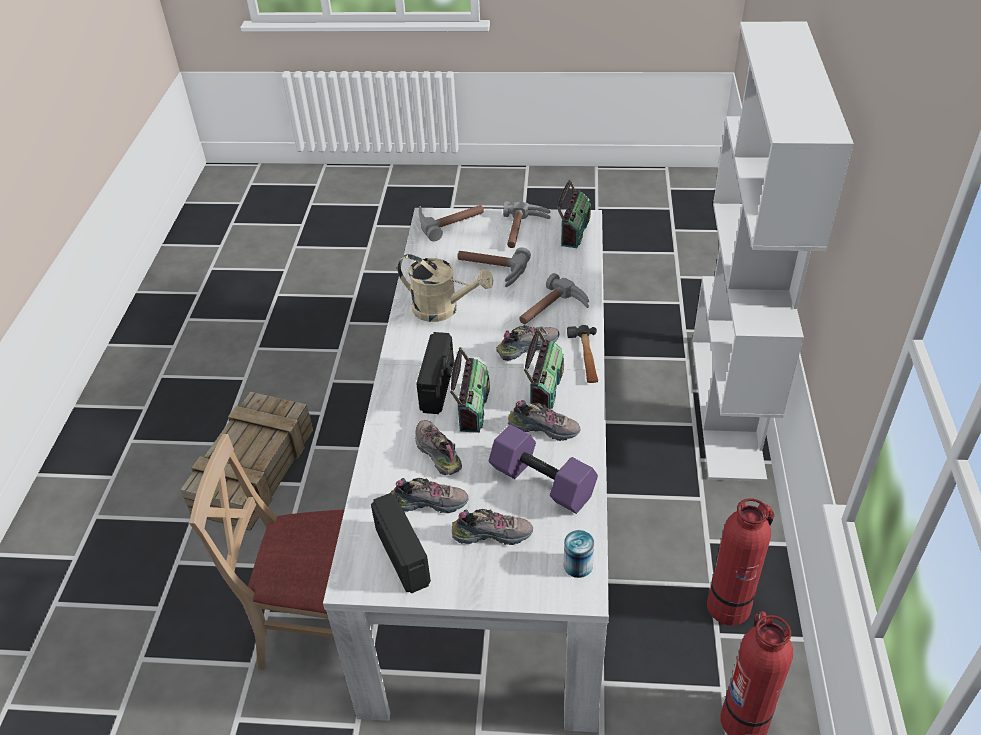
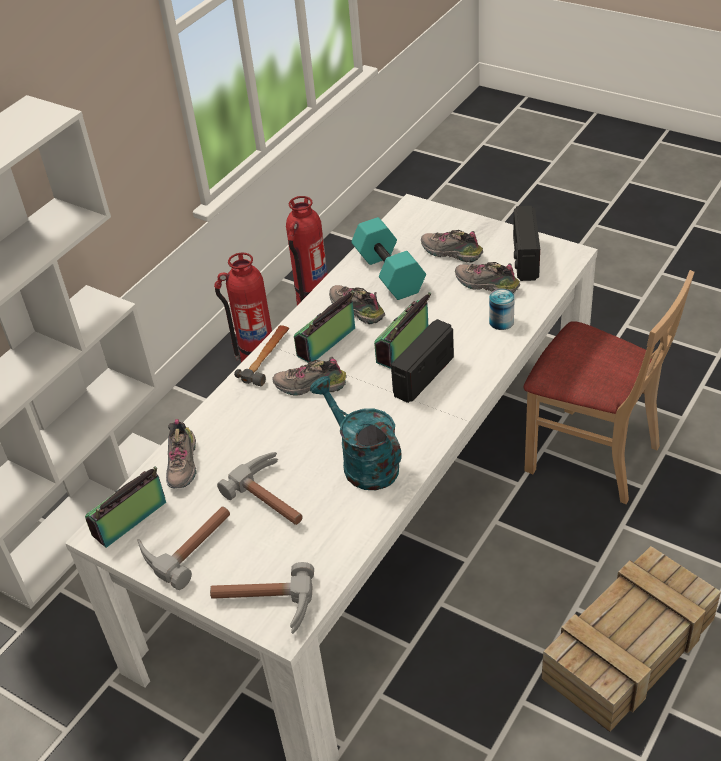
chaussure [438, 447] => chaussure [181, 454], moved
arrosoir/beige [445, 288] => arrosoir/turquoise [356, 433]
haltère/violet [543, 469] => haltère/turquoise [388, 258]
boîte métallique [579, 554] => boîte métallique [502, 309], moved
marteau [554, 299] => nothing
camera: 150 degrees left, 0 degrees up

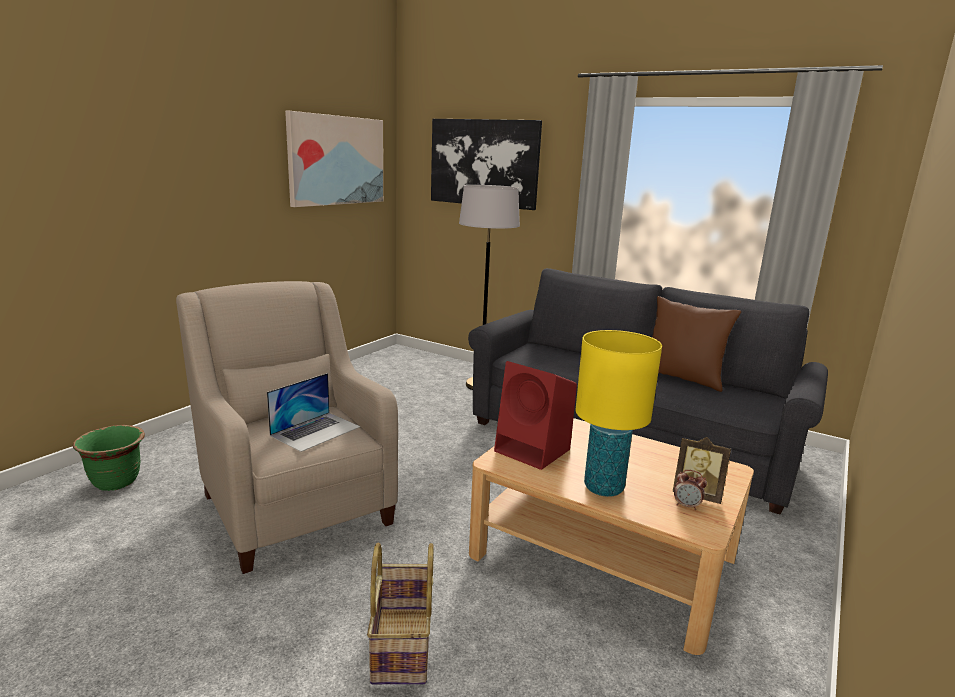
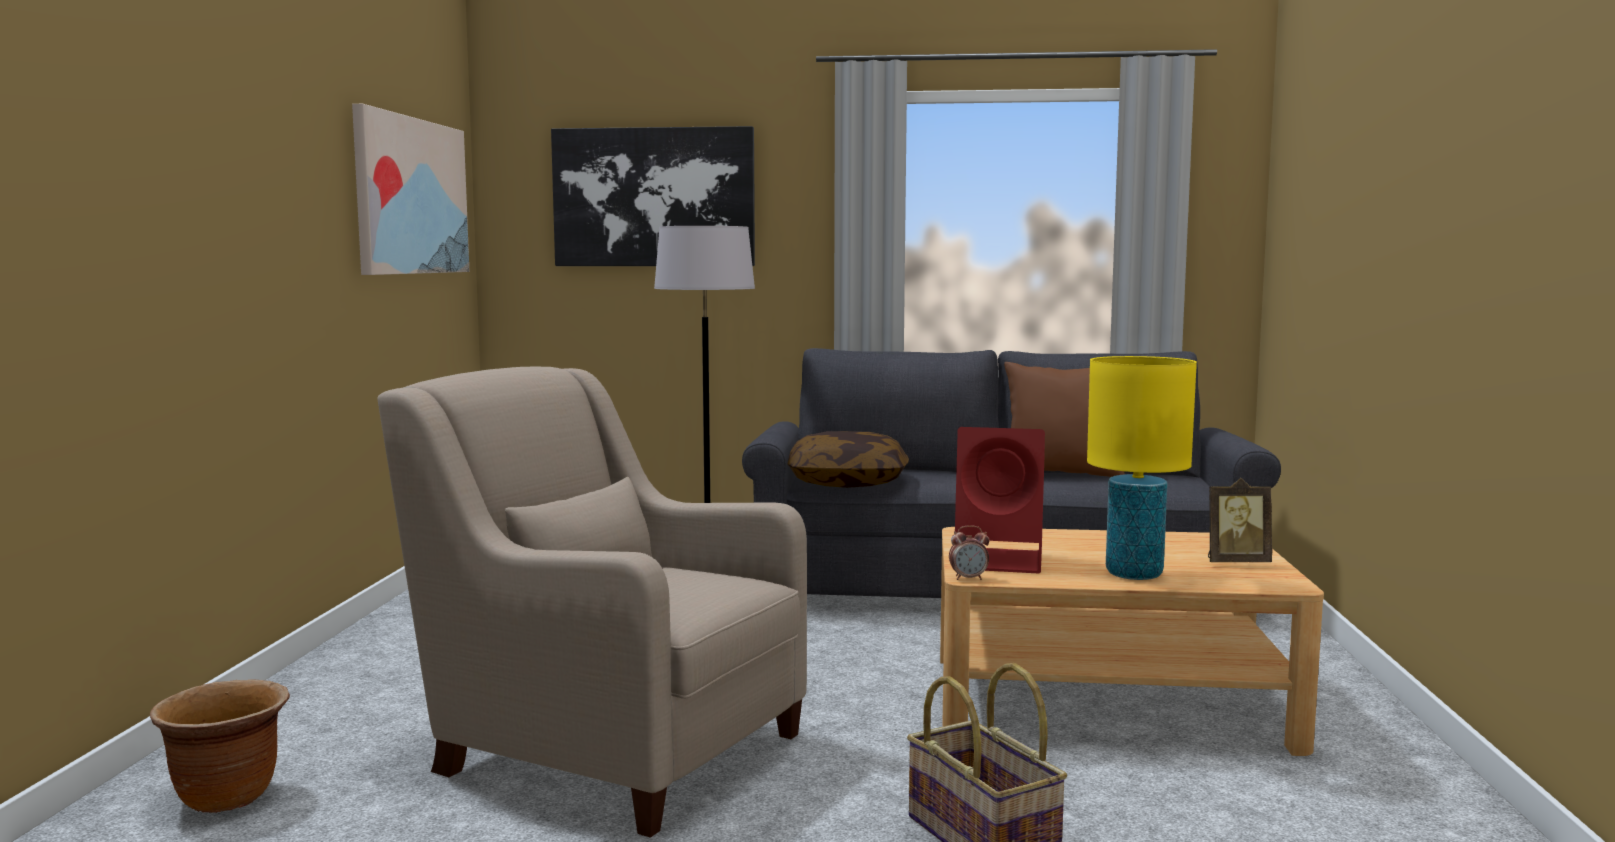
cache-pot/vert [109, 458] => cache-pot/marron [220, 746]
nothing => coussin [848, 459]
réveil [690, 490] => réveil [969, 552], moved
ordinateur portable [313, 412] => nothing
camera: 25 degrees left, 10 degrees down

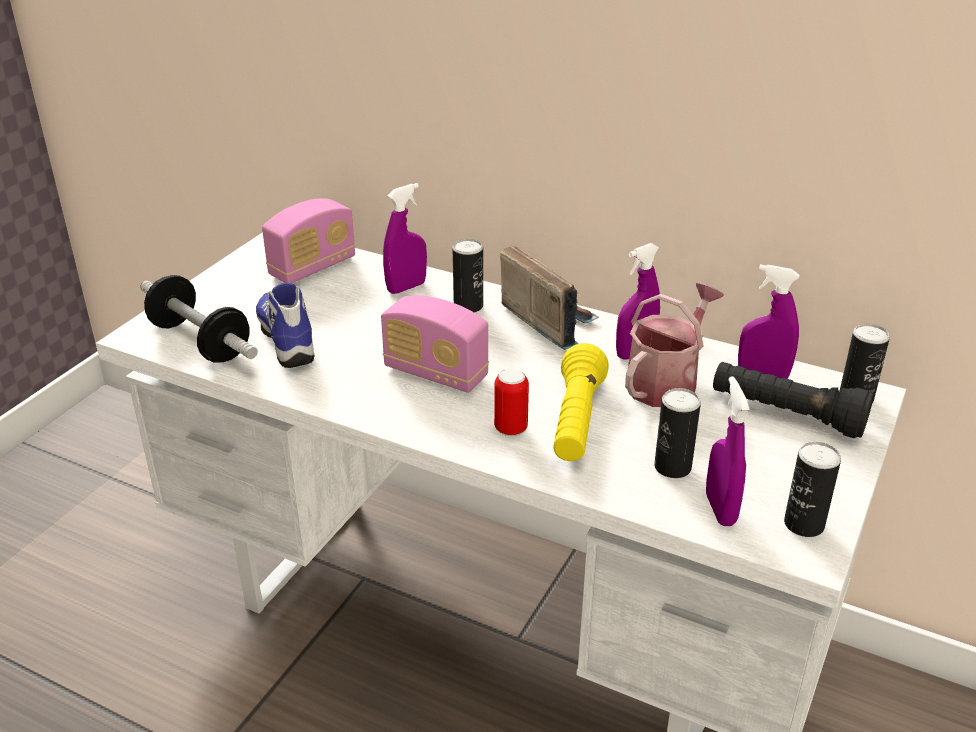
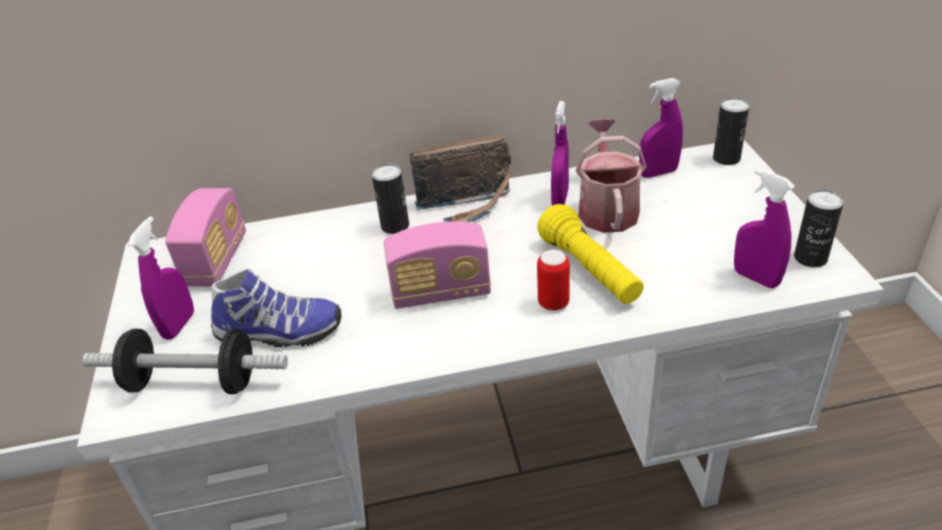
vaporisateur/violet [405, 238] => vaporisateur/violet [160, 278], moved
chaussure [285, 325] => chaussure [276, 308], 150 degrees clockwise
radio [549, 297] => radio [461, 178], 150 degrees clockwise
boîte métallique [677, 433] => nothing
lampe de poche/noir [793, 400] => nothing
camera: 35 degrees left, 5 degrees up

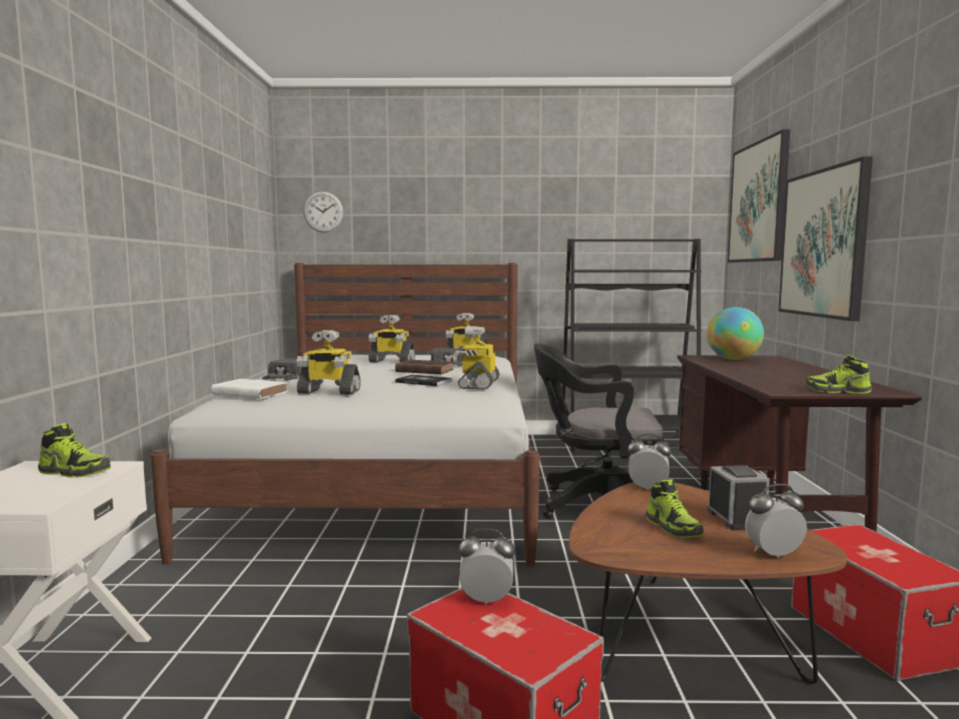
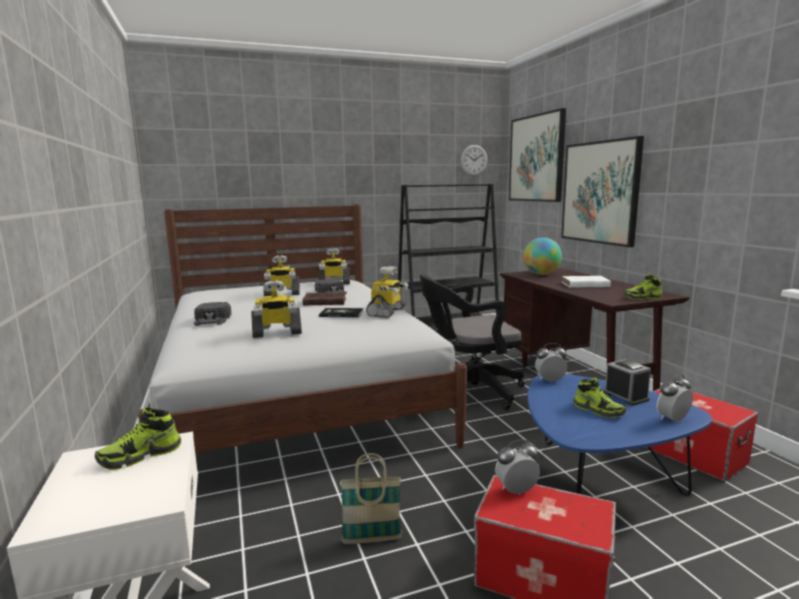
chaussure [74, 450] => chaussure [138, 438], 150 degrees clockwise
nothing => panier [371, 498]
robot jouet [476, 358] => robot jouet [387, 292], 150 degrees counterclockwise
horloge murale [323, 211] => horloge murale [474, 160], moved
table basse/marron [708, 583] => table basse/bleu [620, 434]
livre/blanc [249, 389] => livre/blanc [586, 281], moved
camera: 20 degrees left, 5 degrees up

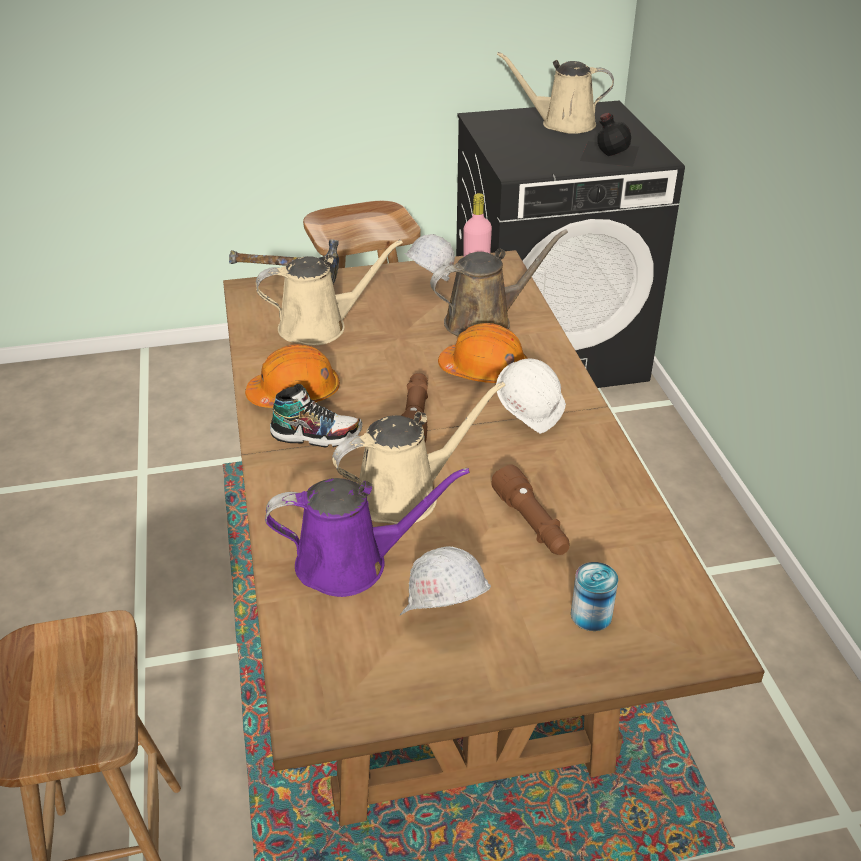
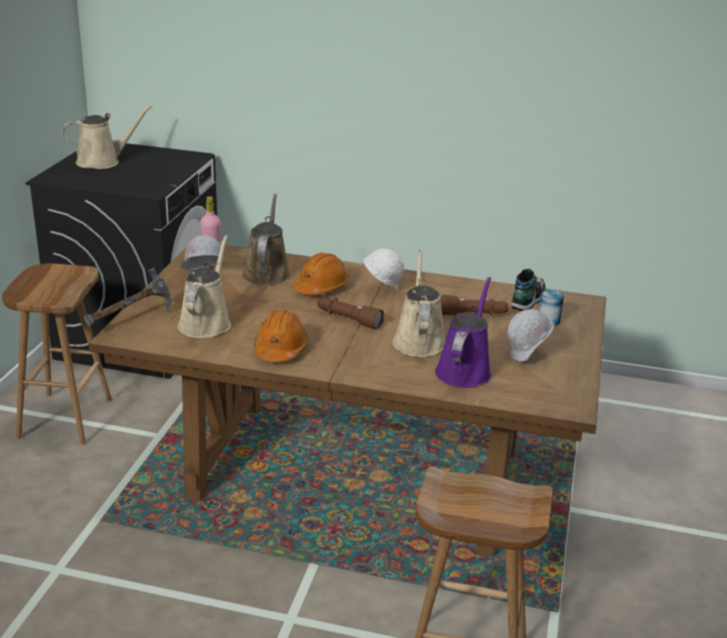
arrosoir/beige [555, 93] => arrosoir/beige [107, 137], 150 degrees counterclockwise
chaussure [316, 416] => chaussure [528, 290], moved
bouteille/noir [609, 140] => nothing
camera: 65 degrees left, 10 degrees down

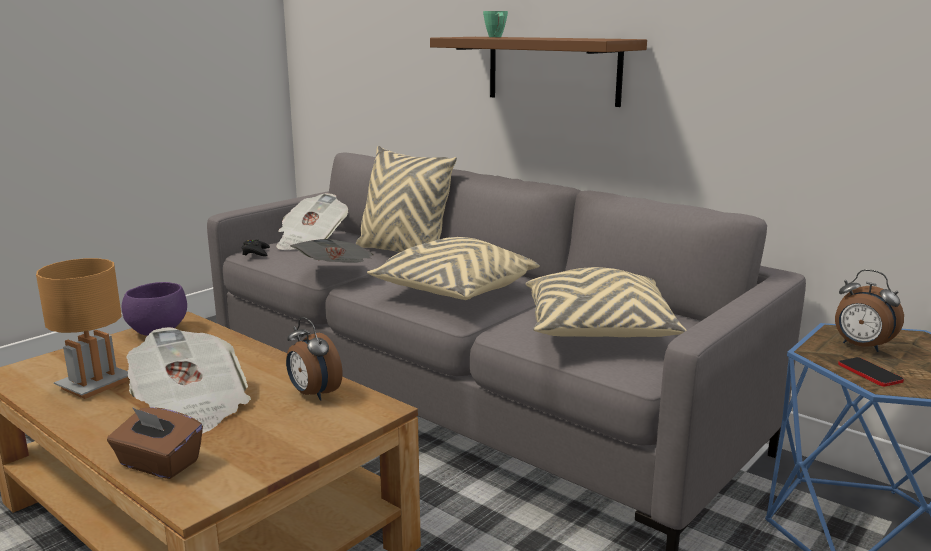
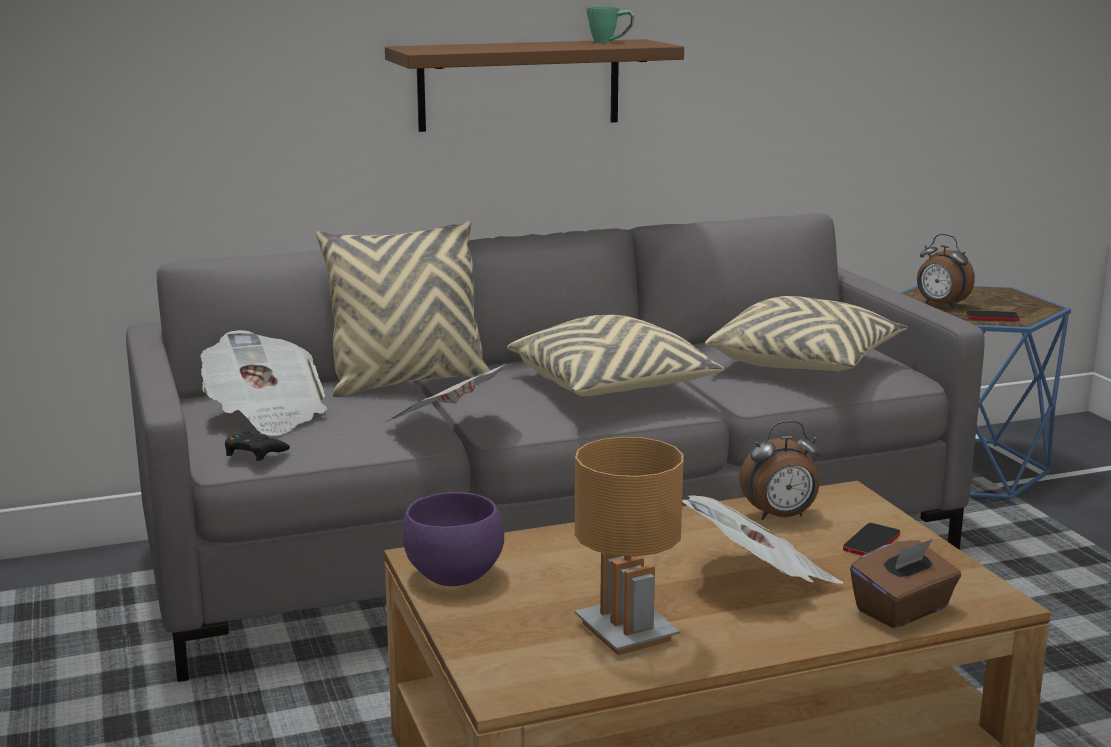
mug/vert [495, 24] => mug/vert [611, 25], moved
nothing => téléphone [871, 539]
réveil [869, 310] => réveil [946, 271], 60 degrees clockwise
camera: 60 degrees left, 0 degrees up

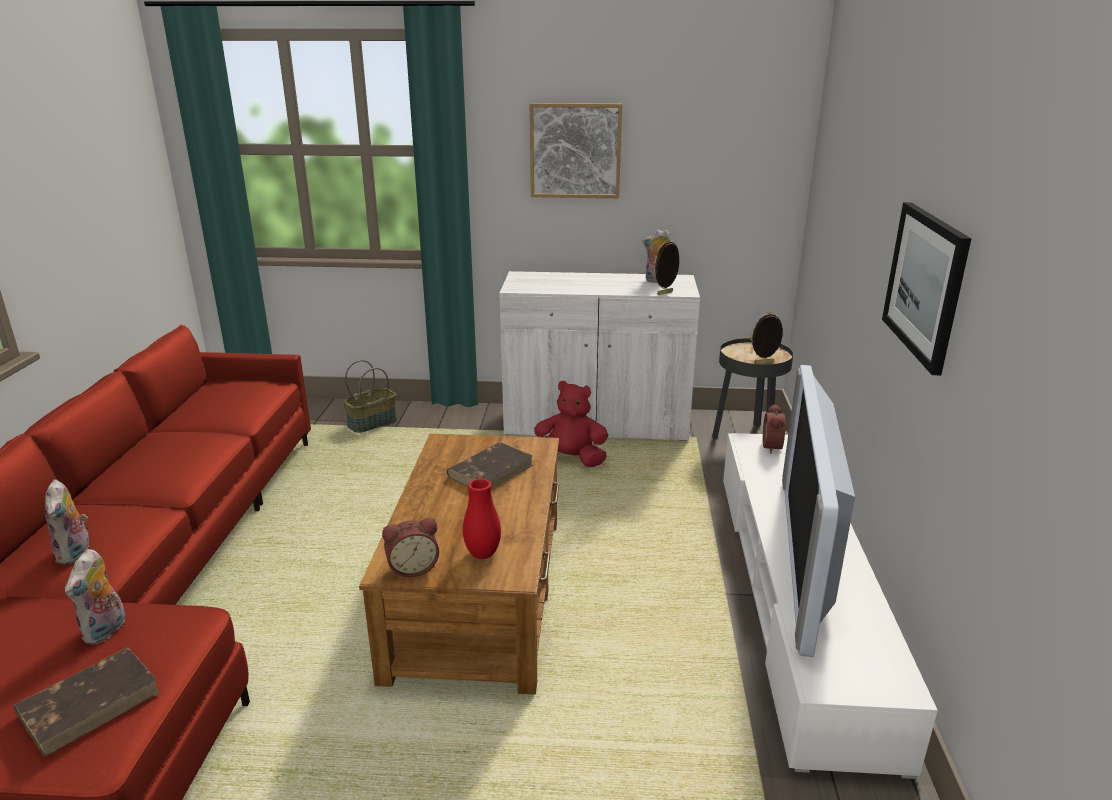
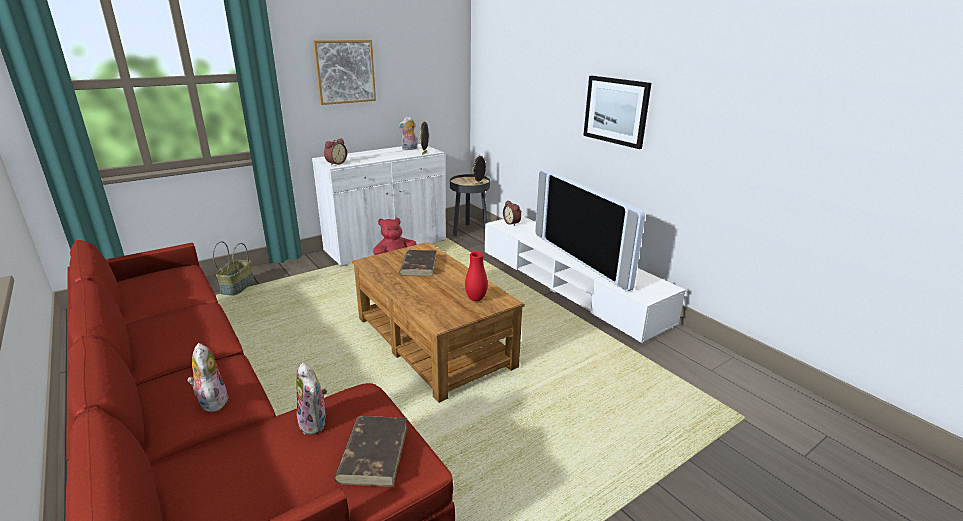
peluche [67, 521] => peluche [208, 377], 150 degrees counterclockwise
réveil [410, 547] => réveil [335, 152], moved
camera: 40 degrees left, 0 degrees up

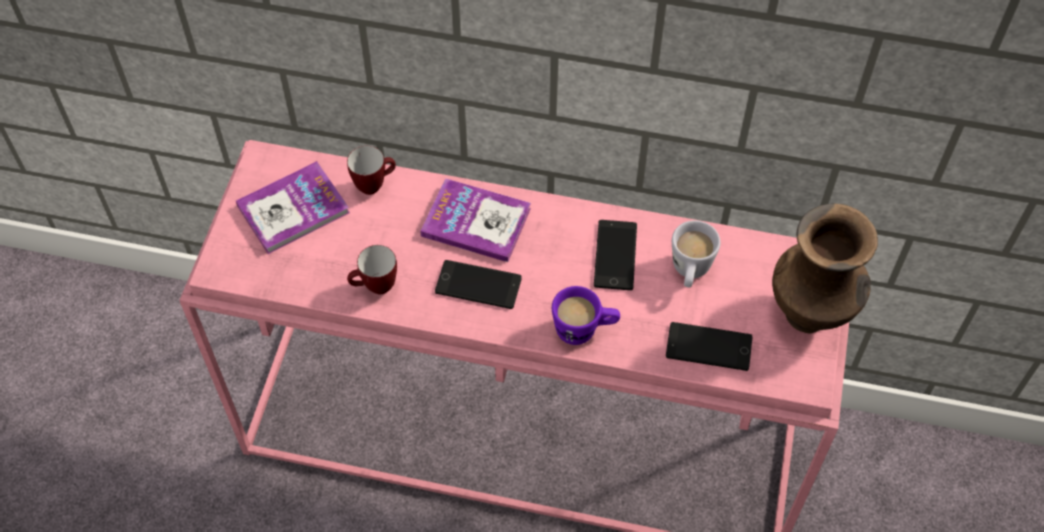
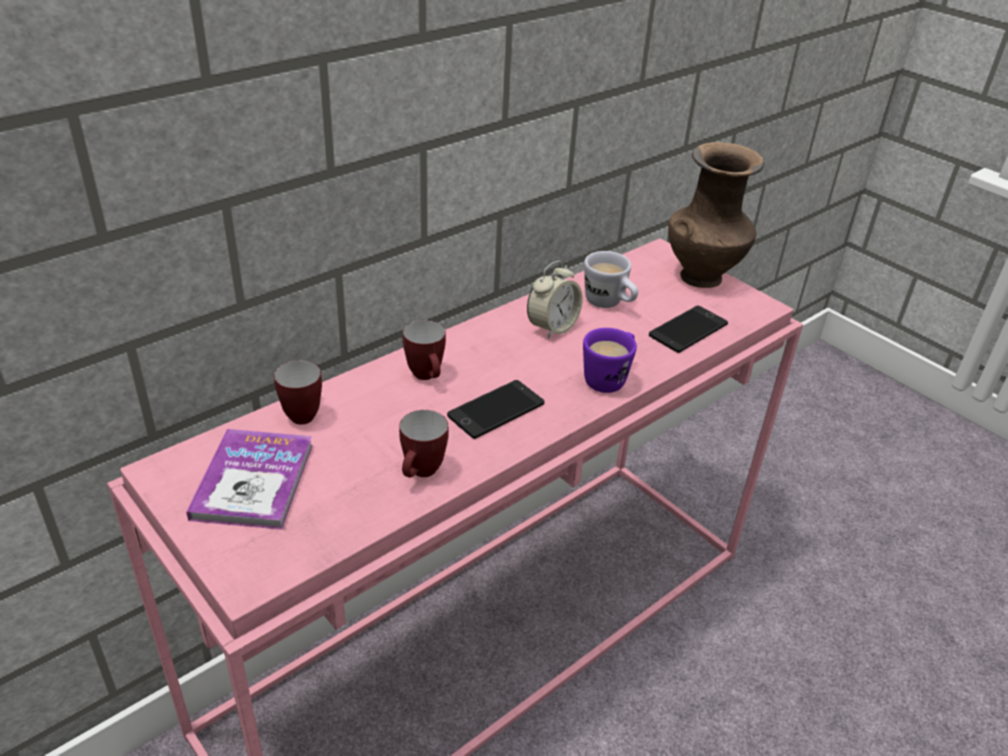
livre [475, 220] => mug [424, 350]
téléphone [615, 255] => réveil [555, 300]
camera: 55 degrees left, 20 degrees down

